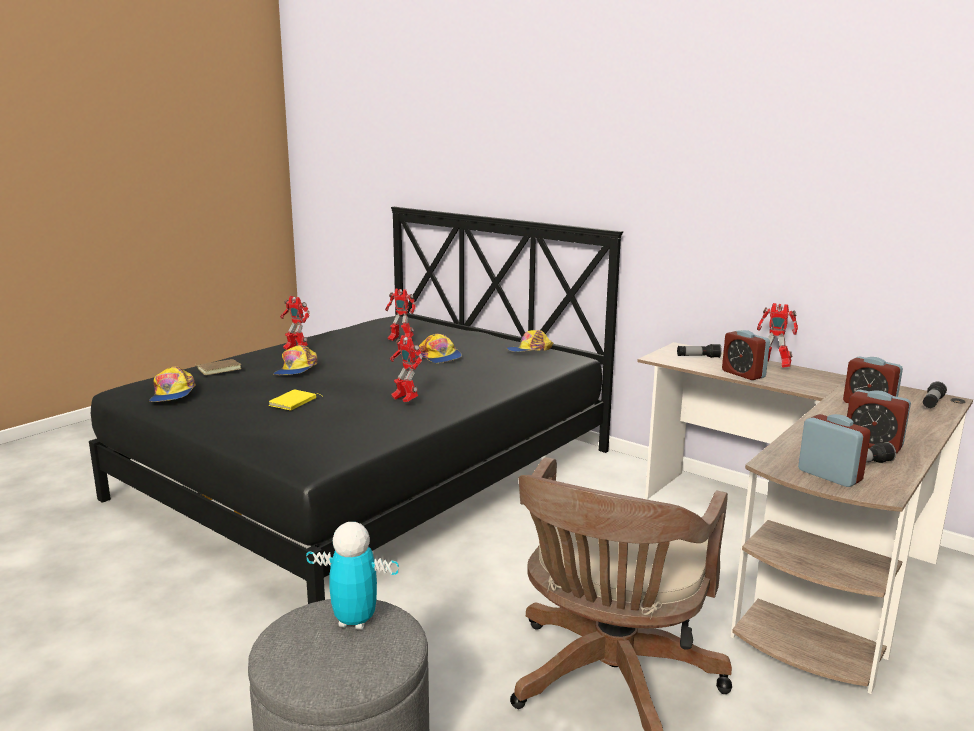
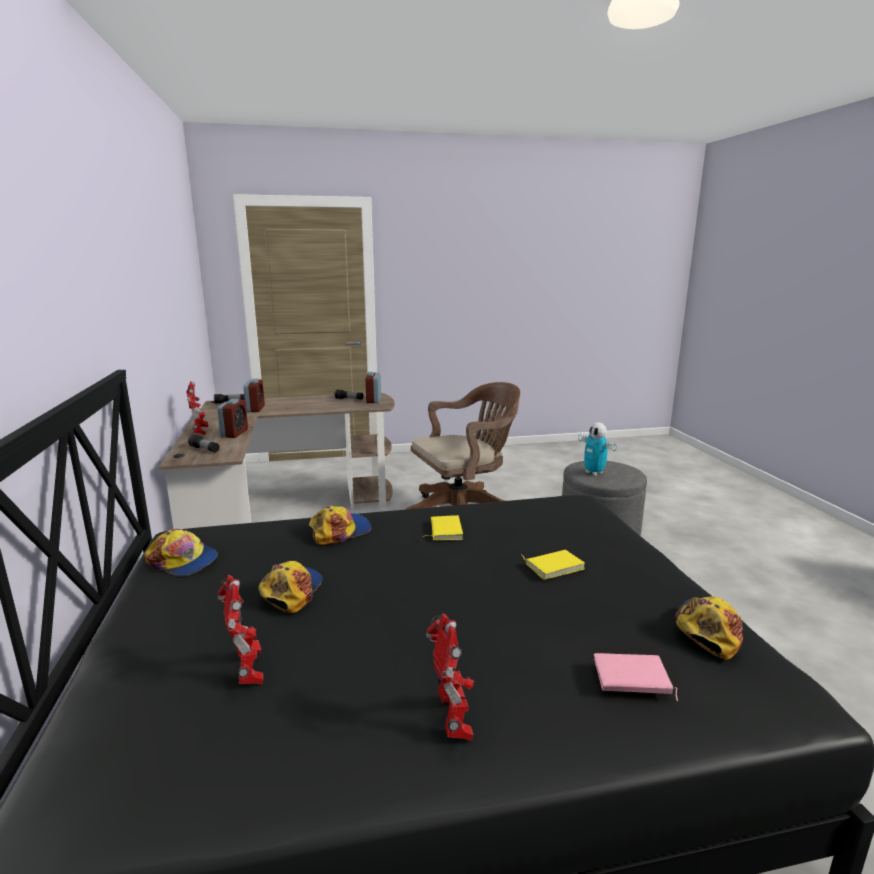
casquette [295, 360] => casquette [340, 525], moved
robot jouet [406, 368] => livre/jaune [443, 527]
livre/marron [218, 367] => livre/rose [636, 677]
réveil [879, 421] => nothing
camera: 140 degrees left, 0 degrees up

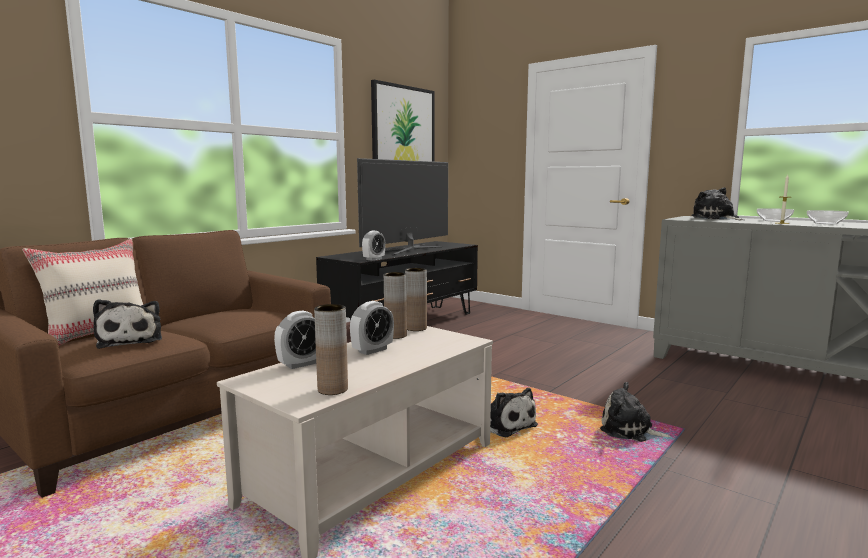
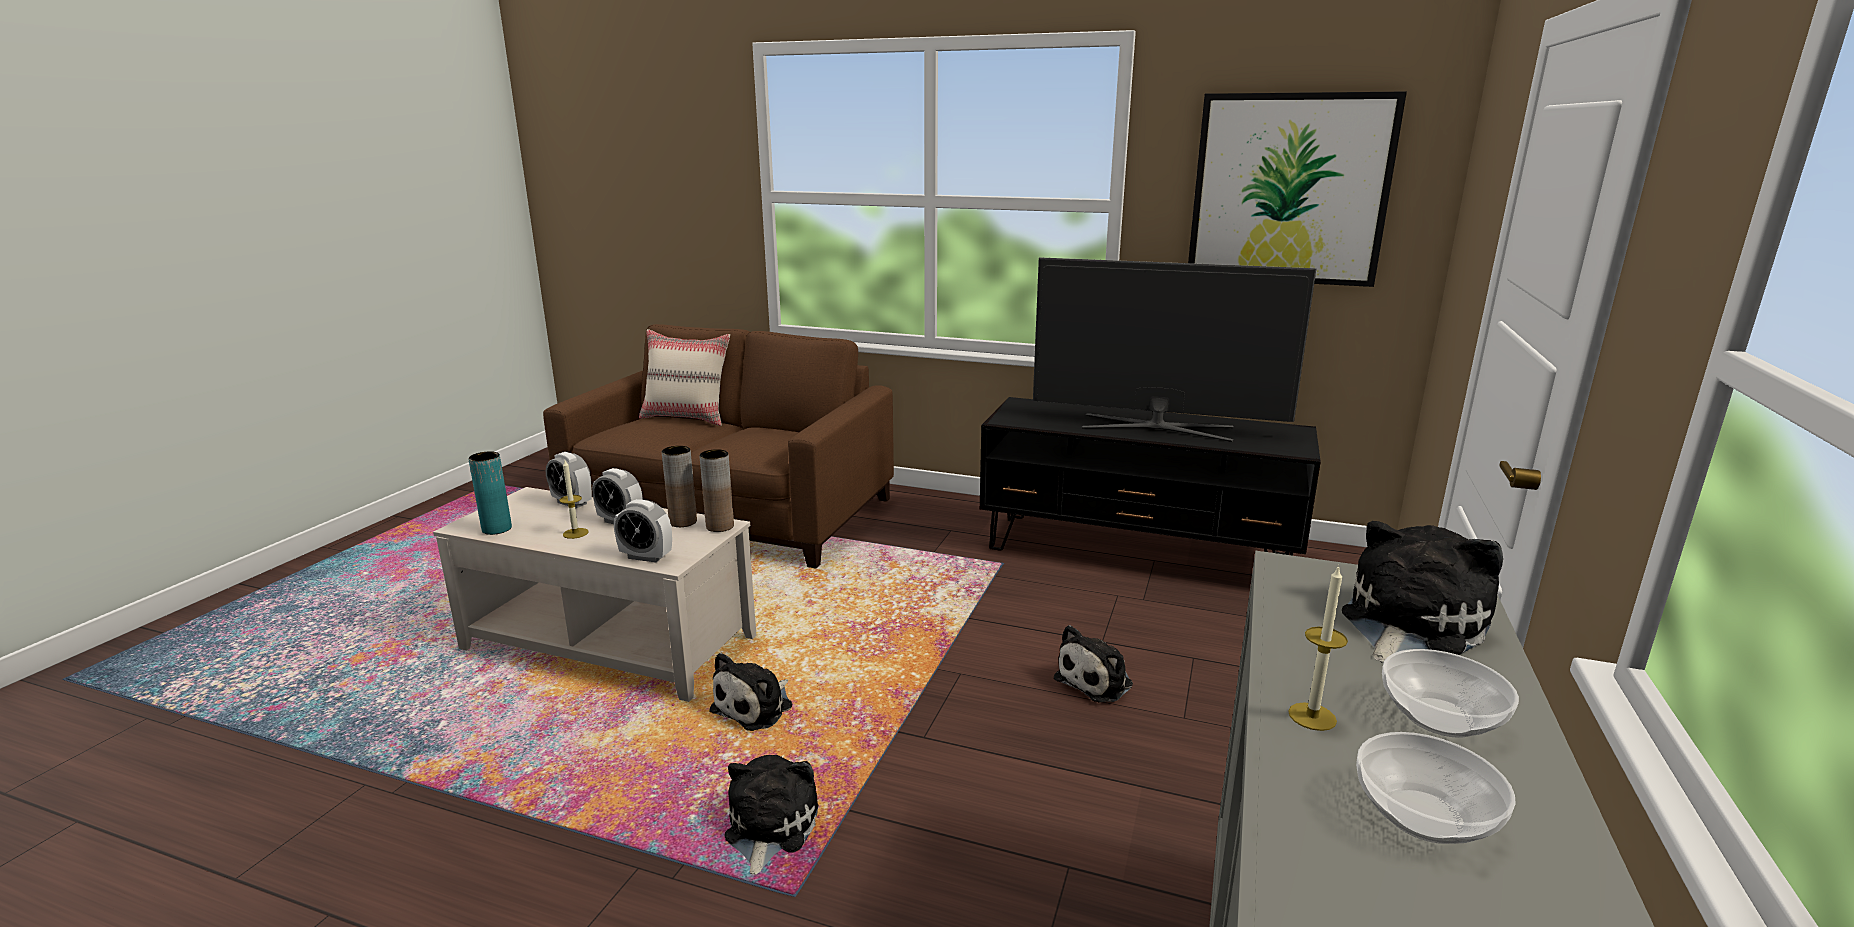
vase/marron [331, 349] => vase/turquoise [490, 493]
nothing => bougie [574, 499]
réveil [373, 246] => réveil [643, 531], moved
peluche [127, 324] => peluche [1093, 663], moved
camera: 70 degrees right, 10 degrees up

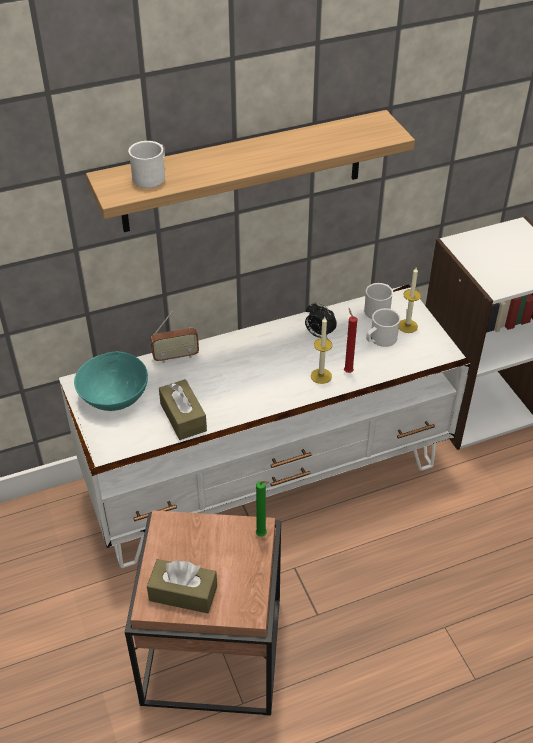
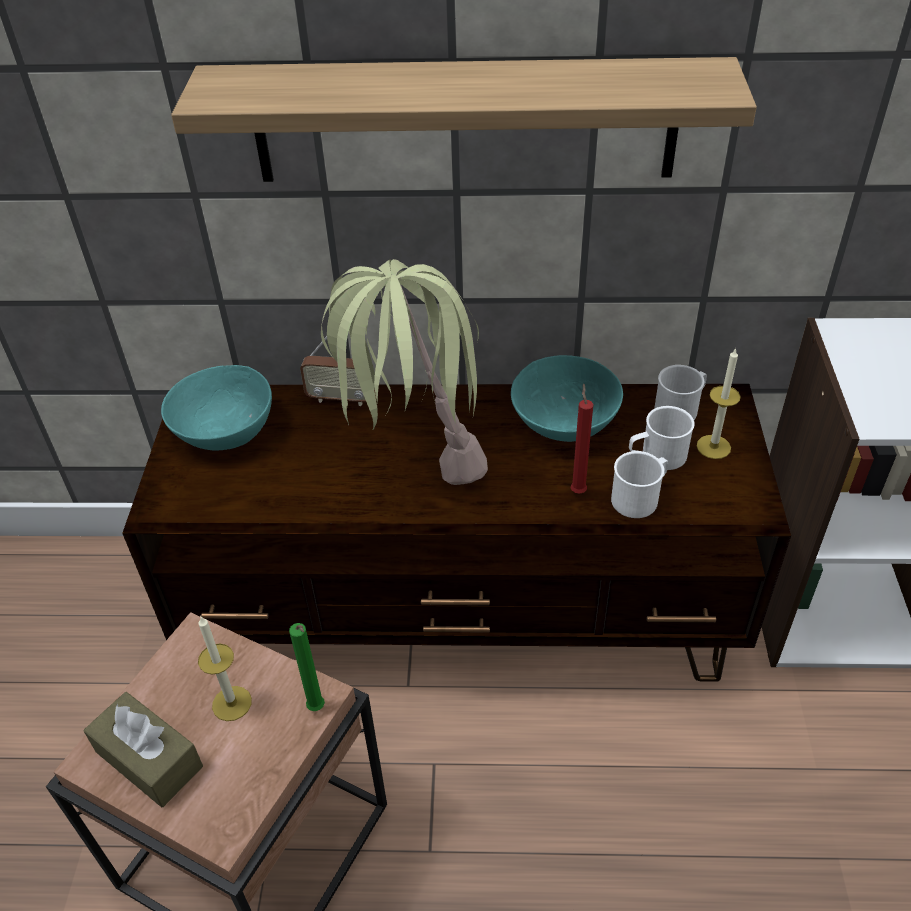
meuble télé/blanc [264, 426] => meuble télé/marron [456, 532]
bougie [322, 350] => bougie [225, 668], moved
nothing => plante en pot [404, 372]
réveil [321, 320] => bol/turquoise [567, 398]
mug/blanc [146, 164] => mug/blanc [639, 484], moved
boîte à mouchoirs/marron [183, 409] => nothing
camera: 25 degrees right, 0 degrees up

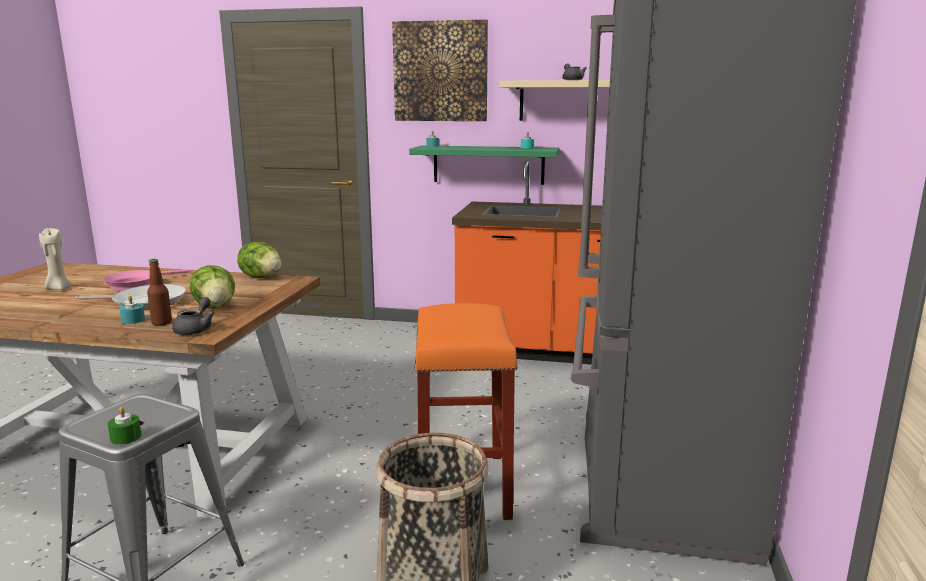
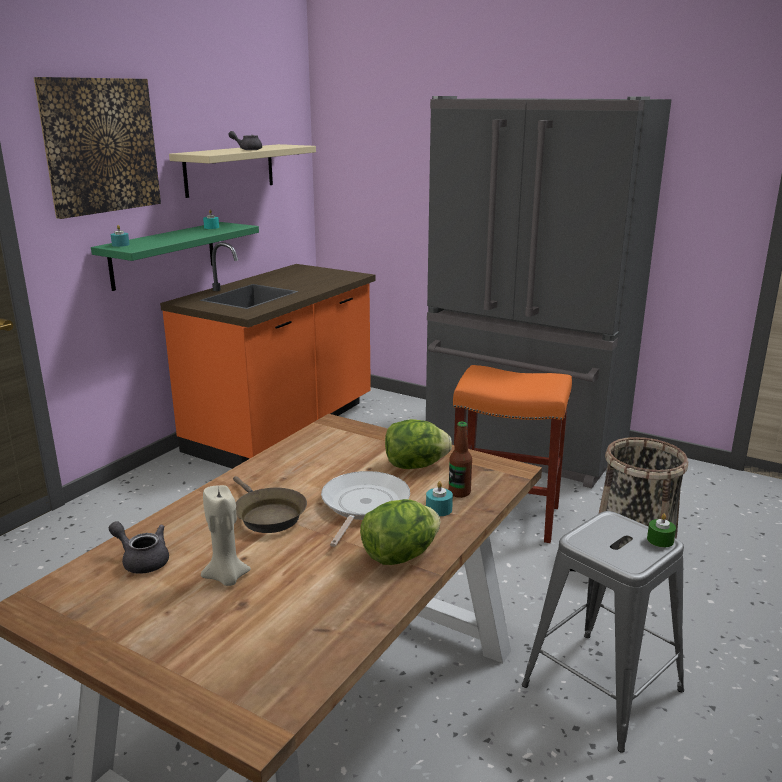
théière/gris [193, 316] => théière/gris [139, 547], moved
poêle/rose [146, 280] => poêle/marron [270, 504]
laitue [259, 260] => laitue [400, 532], moved
camera: 70 degrees left, 5 degrees up

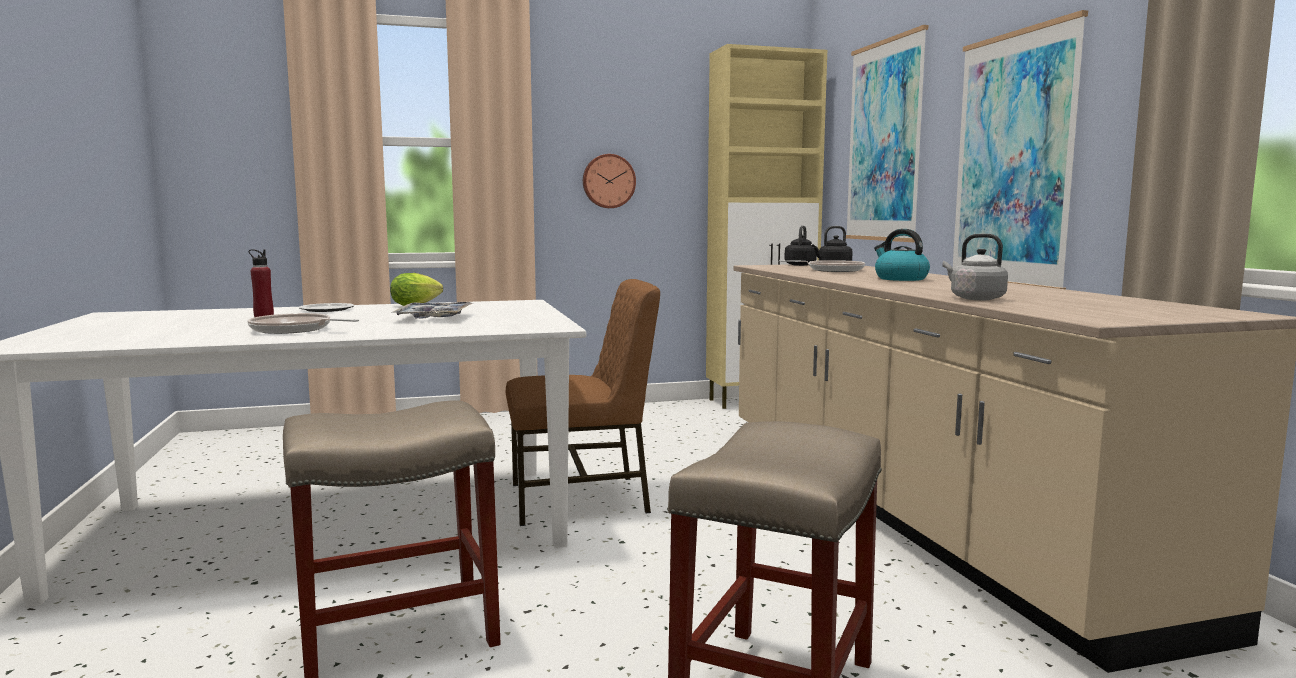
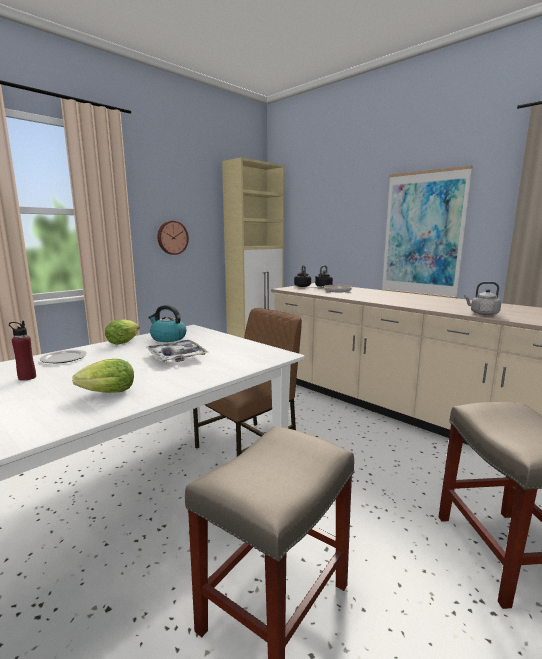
poêle [303, 323] => laitue [103, 376]
bouilloire [902, 255] => bouilloire [167, 323], moved
tableau [887, 133] => nothing
camera: 30 degrees left, 5 degrees up

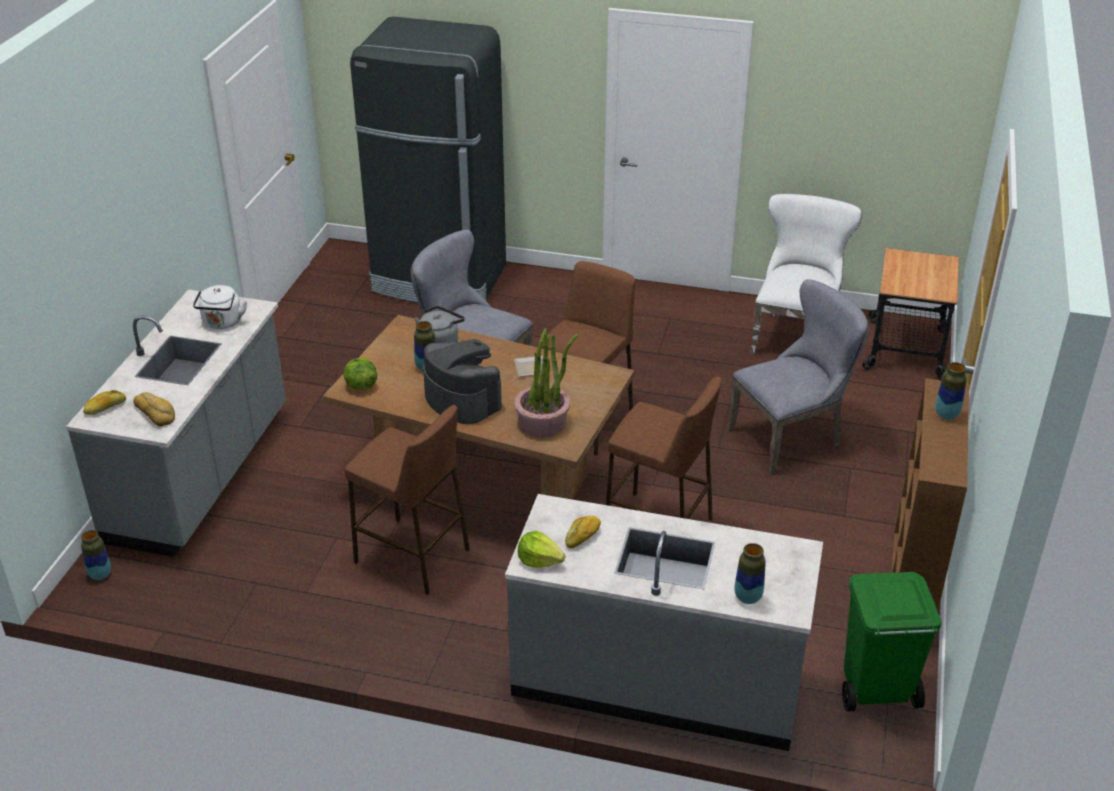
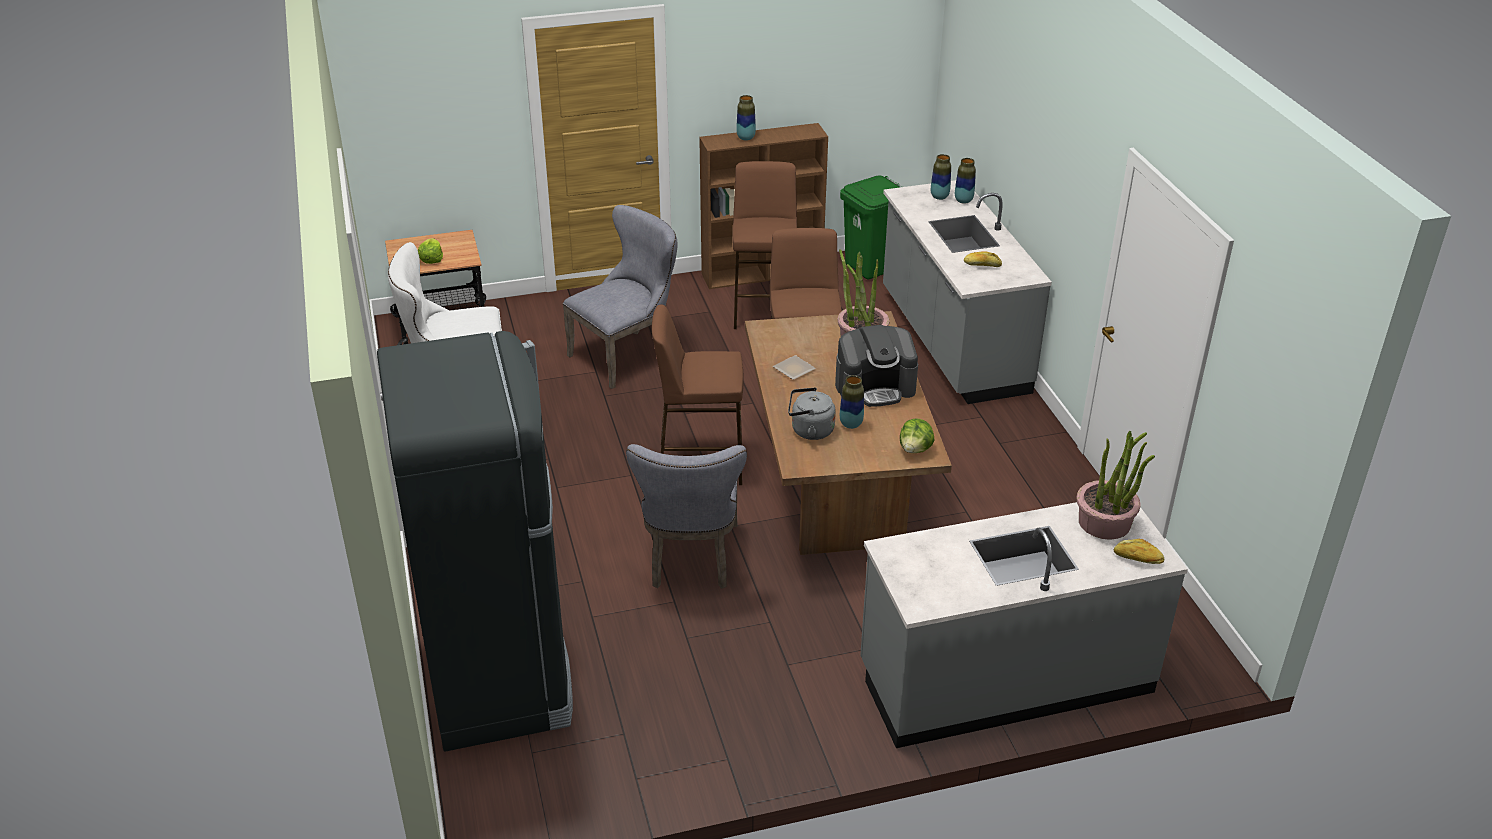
laitue [541, 549] => laitue [430, 251], moved
chaise/gris [798, 377] => chaise/gris [620, 297], 105 degrees clockwise
tabouret/marron [407, 500] => tabouret/marron [764, 245], moved
machine à café [462, 381] => machine à café [876, 366], 120 degrees counterclockwise
vase [96, 555] => vase [941, 177], moved
pain [154, 409] => plante en pot [1116, 485]
bouilloire/blanc [220, 307] => nothing
camera: 120 degrees left, 0 degrees up

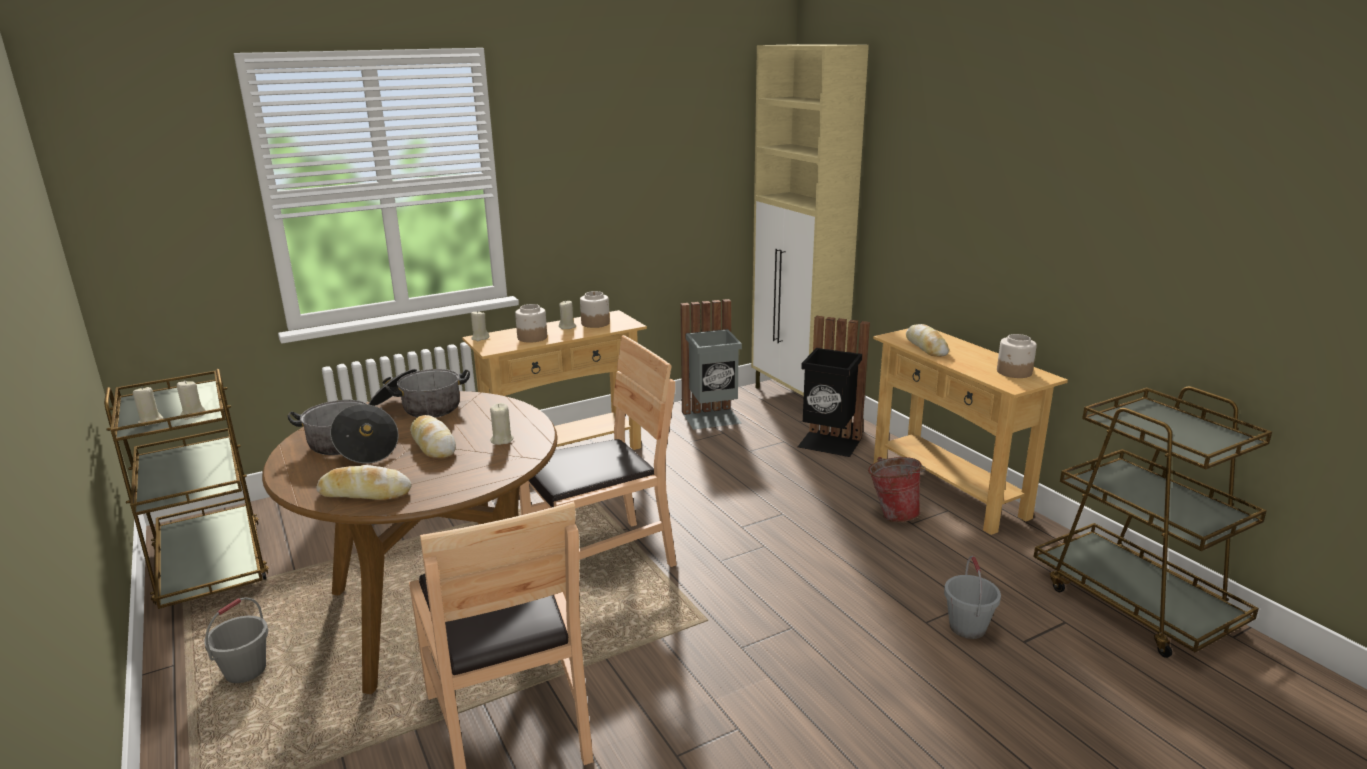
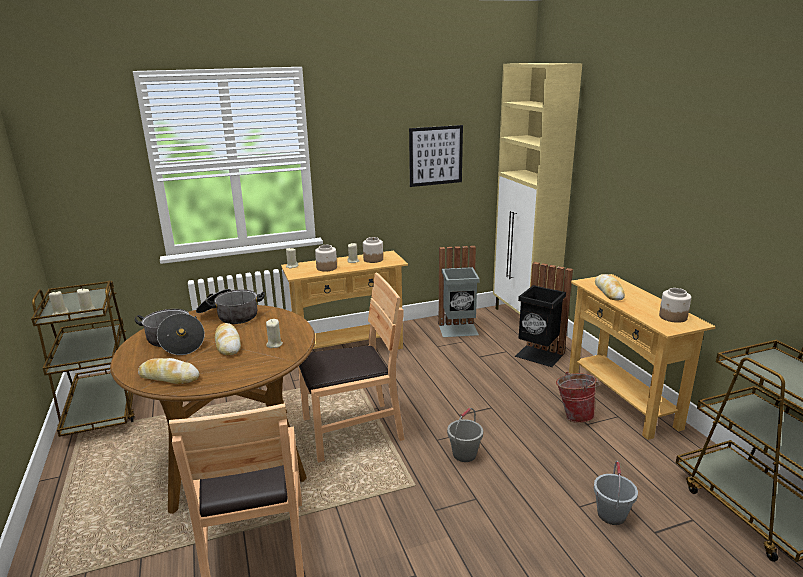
nothing => tableau [436, 156]
seau/gris [236, 640] => seau/gris [465, 435], moved
camera: 10 degrees right, 0 degrees up

